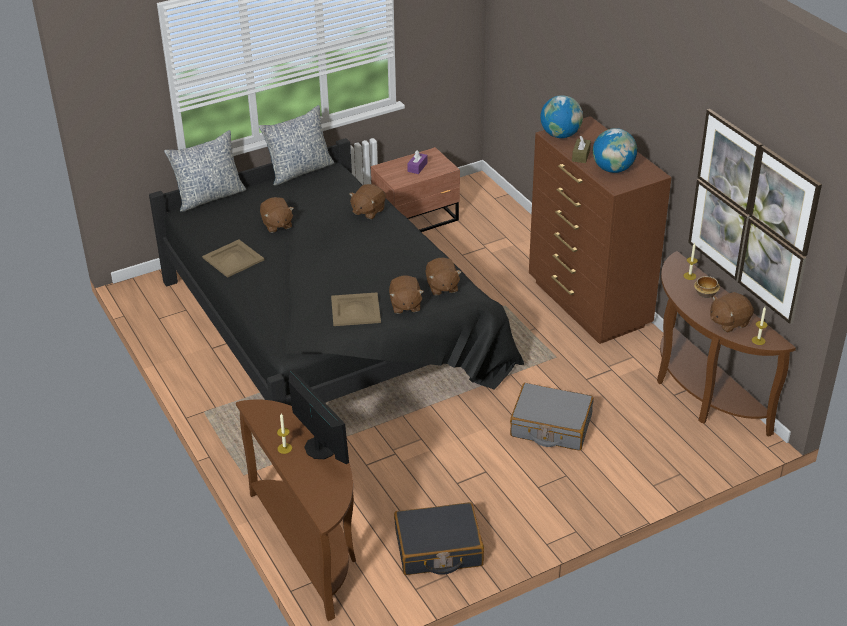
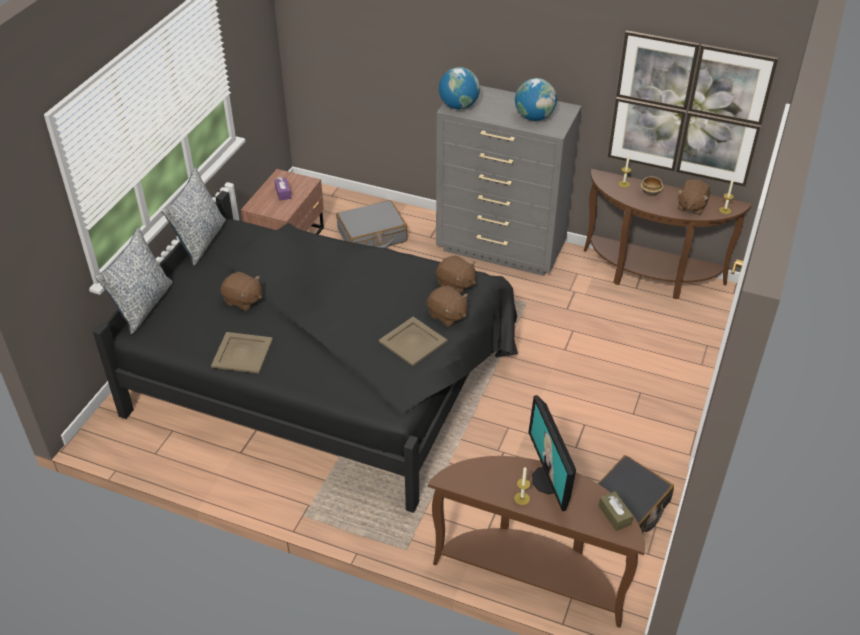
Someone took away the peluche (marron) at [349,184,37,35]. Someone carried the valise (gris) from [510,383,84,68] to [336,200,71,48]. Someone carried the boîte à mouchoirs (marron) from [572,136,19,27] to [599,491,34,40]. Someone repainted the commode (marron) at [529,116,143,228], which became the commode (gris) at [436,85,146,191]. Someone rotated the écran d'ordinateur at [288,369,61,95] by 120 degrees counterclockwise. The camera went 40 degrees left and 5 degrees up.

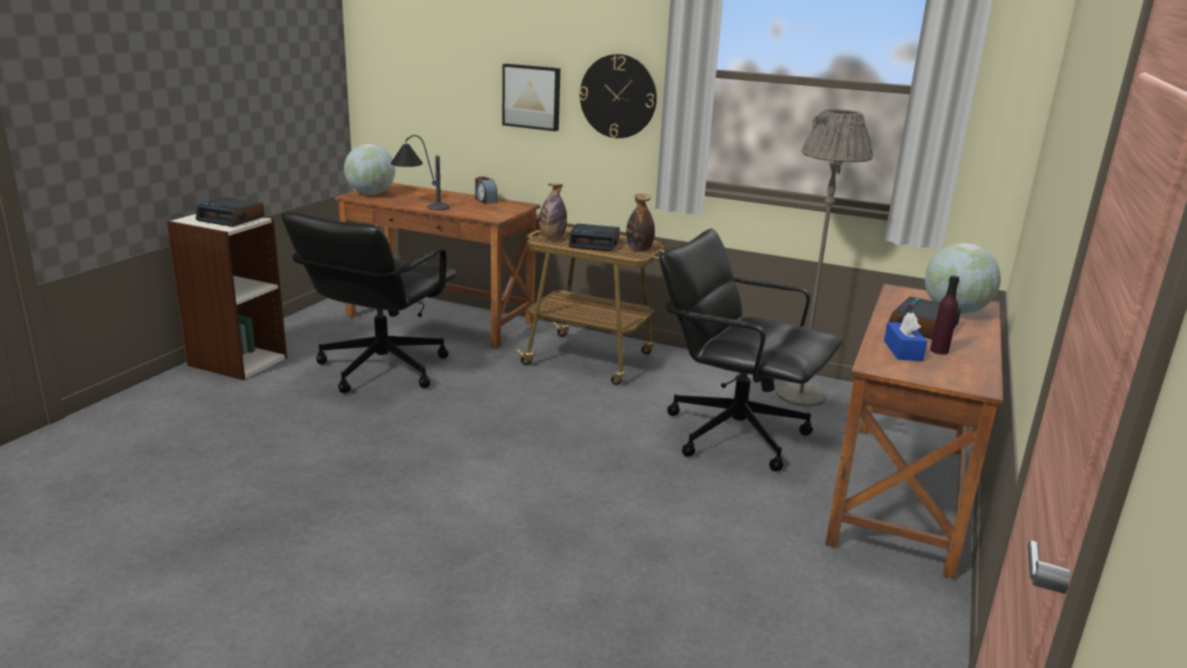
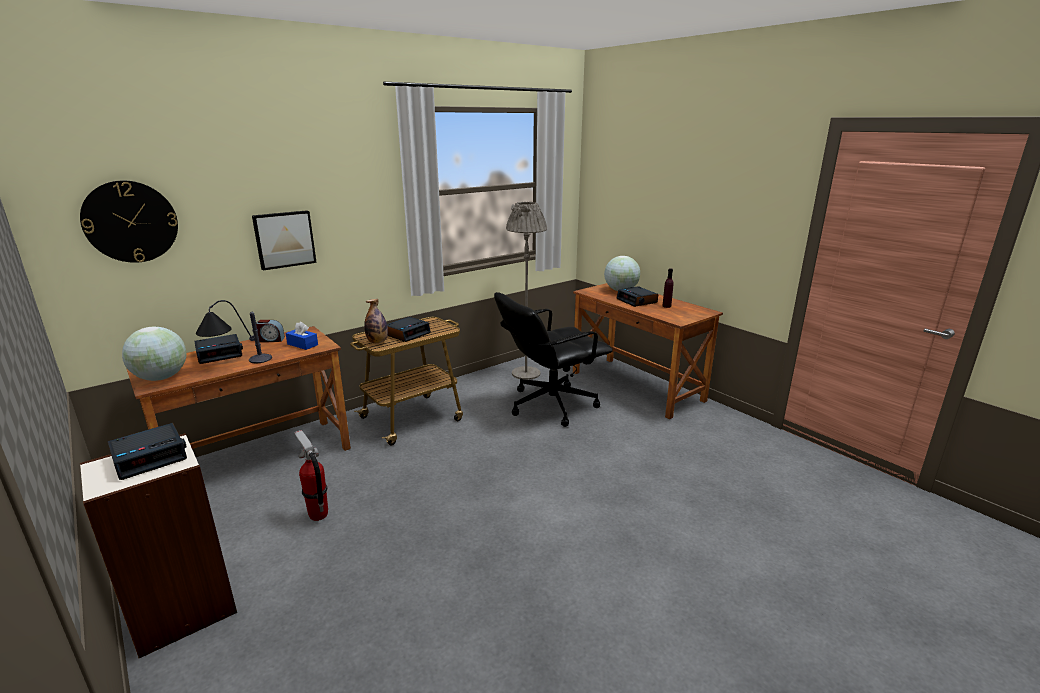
Someone took away the bouteille at [626,194,29,57]. Someone put down the réveil at [194,334,49,30]. Someone carried the horloge murale from [579,54,78,84] to [80,180,98,83]. Someone carried the boîte à mouchoirs (bleu) from [884,312,43,49] to [286,322,32,28]. Someone swapped the chaise de bureau (noir) at [281,212,176,182] for the extincteur at [294,430,34,91]. The camera went 60 degrees left and 0 degrees up.

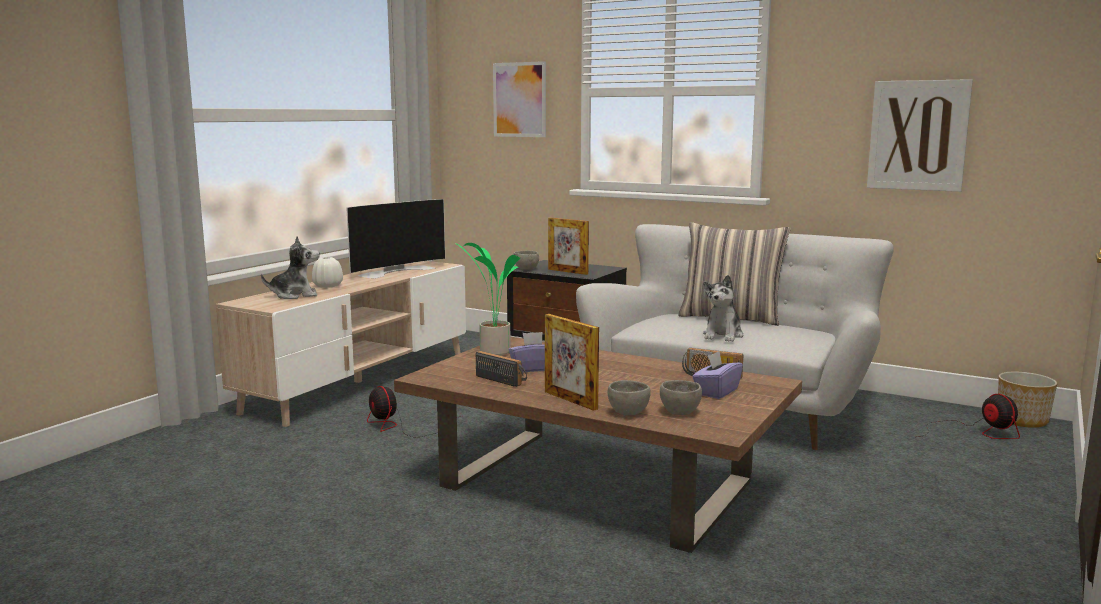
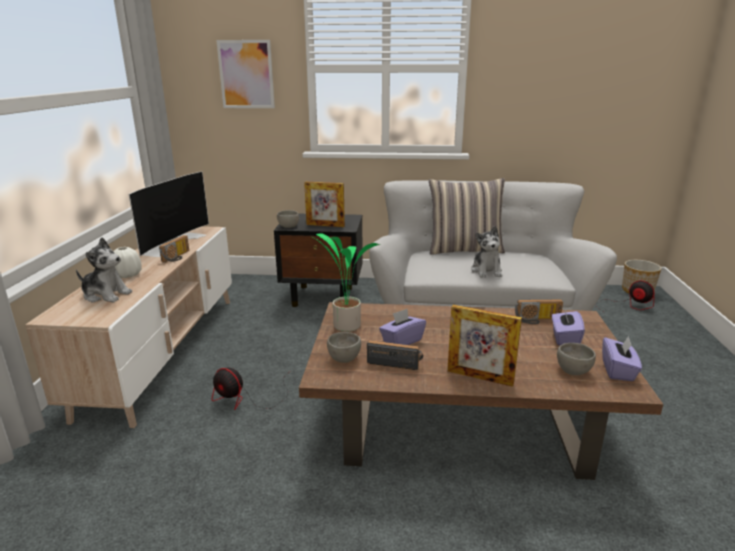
Someone took away the tableau at [867,79,106,113]. Someone put down the radio at [159,235,30,28]. Someone put down the boîte à mouchoirs (violet) at [602,336,40,45]. Someone carried the bol (gris) from [607,380,44,36] to [327,332,34,31]. Someone rotated the peluche at [261,236,59,63] by 60 degrees clockwise. The camera went 25 degrees left and 10 degrees up.

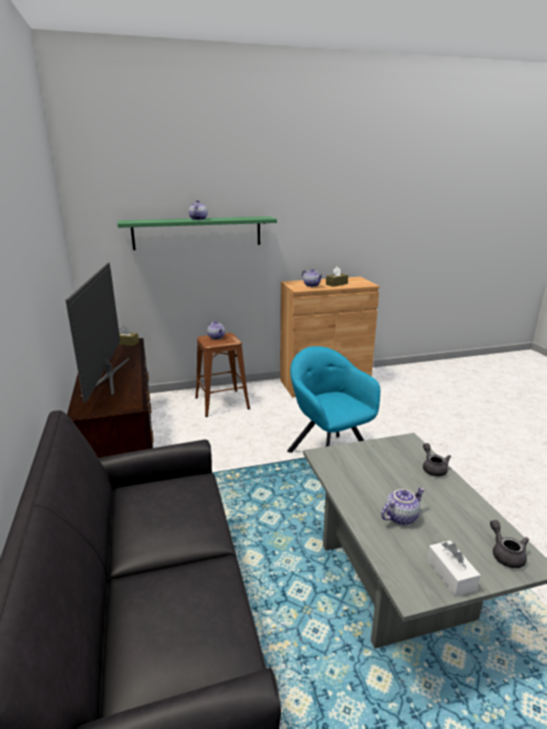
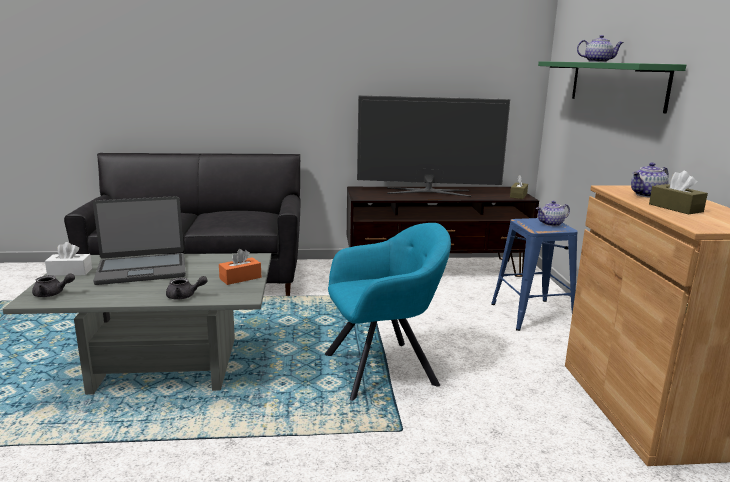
Someone put down the boîte à mouchoirs (orange) at [219,249,42,36]. Someone swapped the théière at [381,488,44,37] for the ordinateur portable at [93,196,93,89]. Someone repainted the tabouret (marron) at [195,333,55,84], which became the tabouret (bleu) at [491,218,87,113]. The camera went 100 degrees right and 5 degrees down.

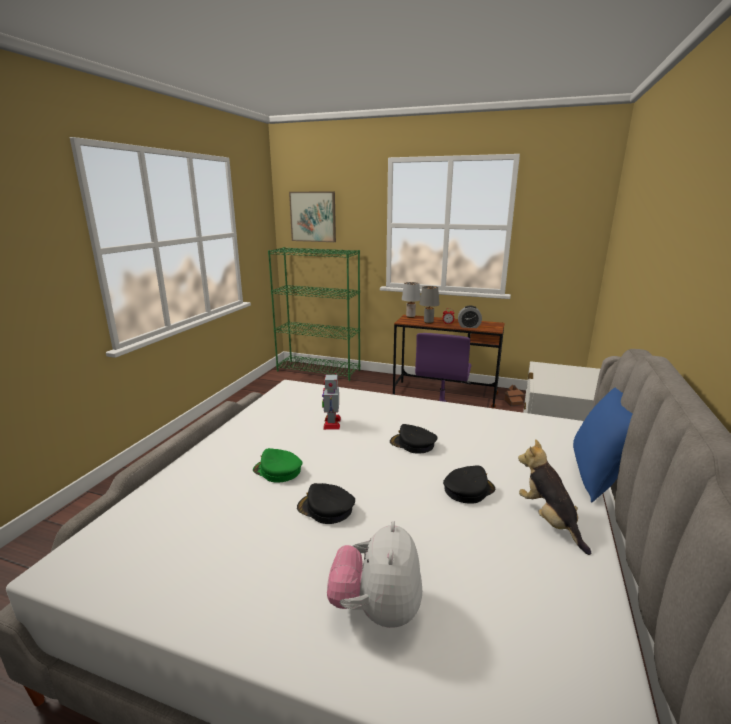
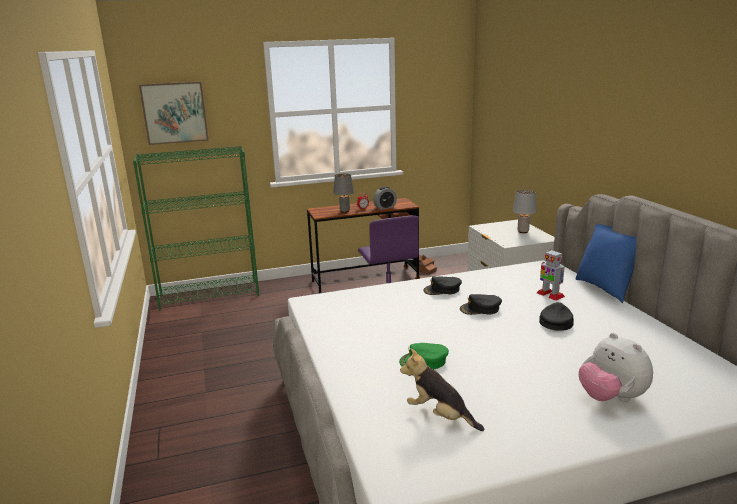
Someone carried the casquette (noir) from [297,483,58,41] to [423,276,39,19]. Someone carried the robot jouet from [322,373,19,57] to [537,249,28,52]. Someone carried the lampe de table (gris) from [402,282,19,36] to [513,190,24,43]. Someone carried the peluche from [518,439,73,116] to [400,349,84,82]. The camera went 35 degrees left and 0 degrees up.

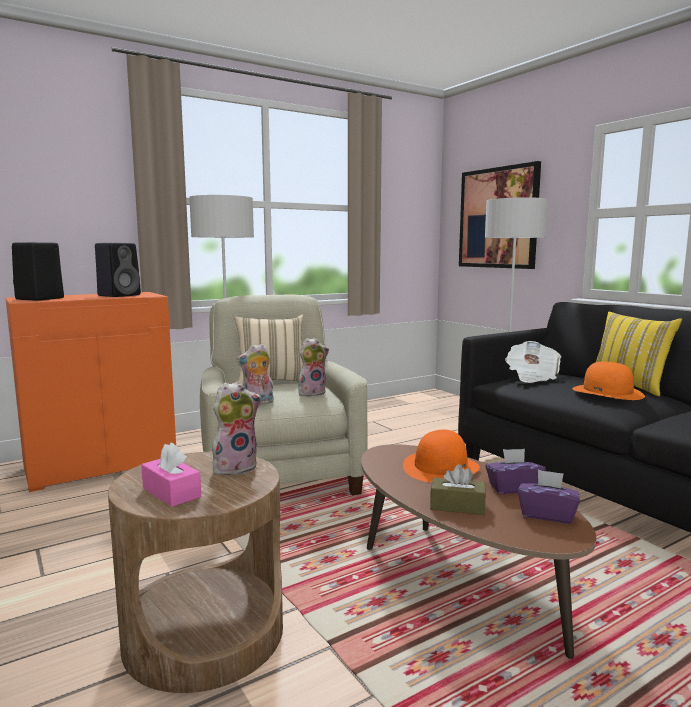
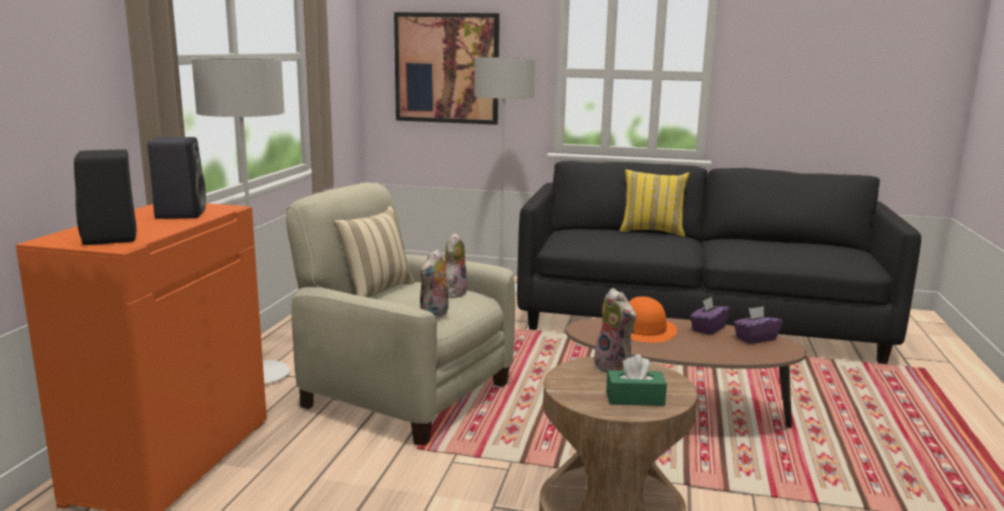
Someone took away the boîte à mouchoirs (marron) at [430,465,56,50]. Someone took away the journal at [505,341,56,42]. Someone took away the chapeau (orange) at [573,362,72,38]. Someone repainted the boîte à mouchoirs (rose) at [141,442,60,65], which became the boîte à mouchoirs (vert) at [606,354,61,52]. Someone rotated the peluche at [212,381,50,94] by 135 degrees clockwise. The camera went 45 degrees left and 5 degrees up.

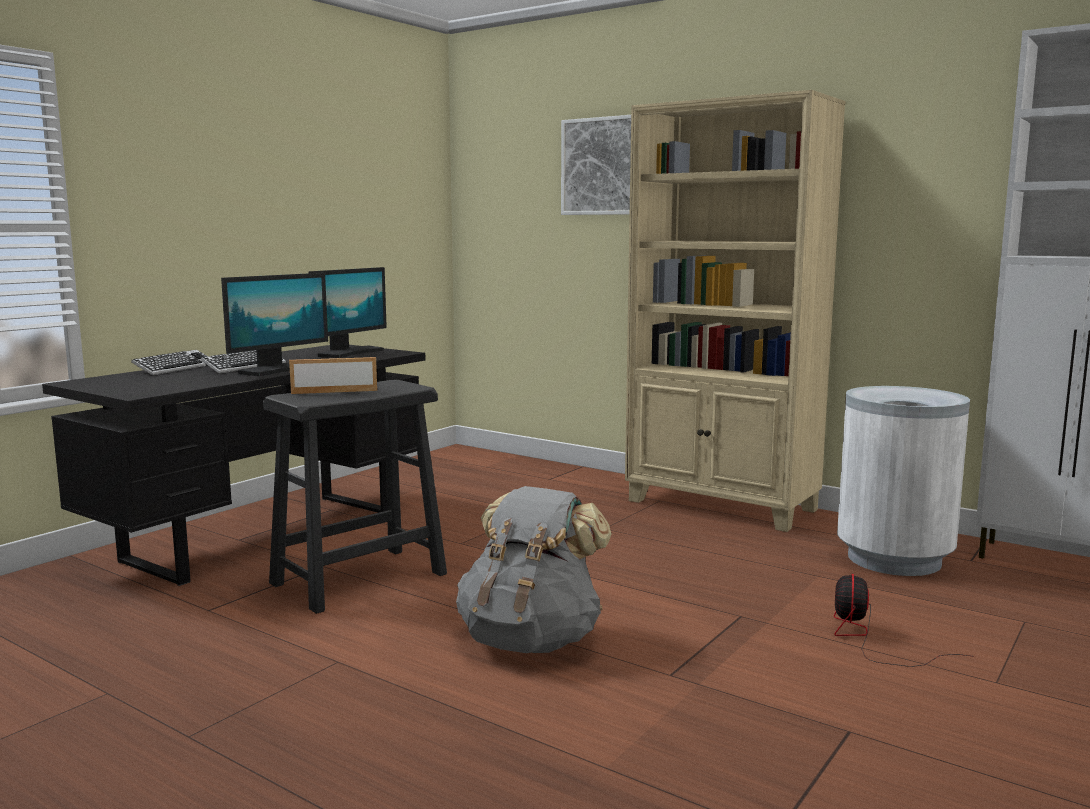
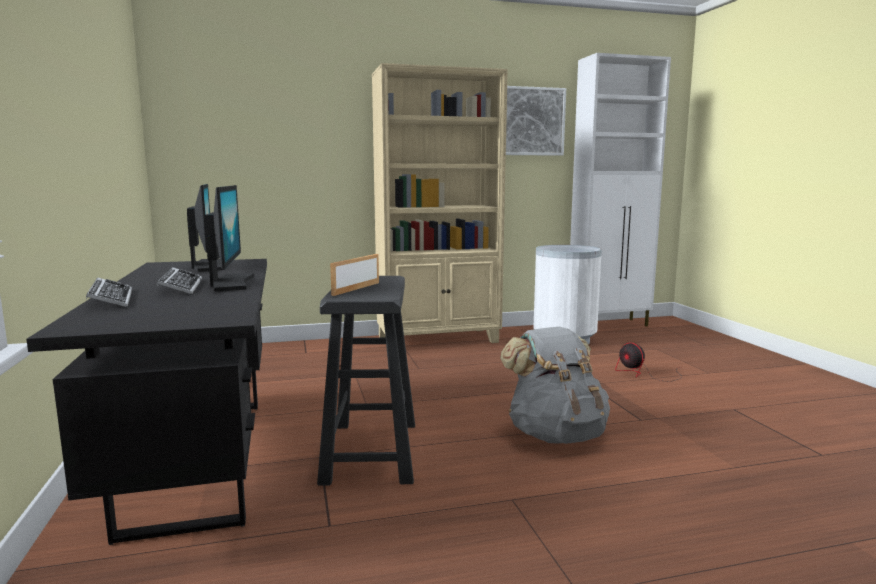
Someone carried the tableau from [561,115,70,100] to [506,86,60,70]. The camera went 50 degrees left and 0 degrees up.

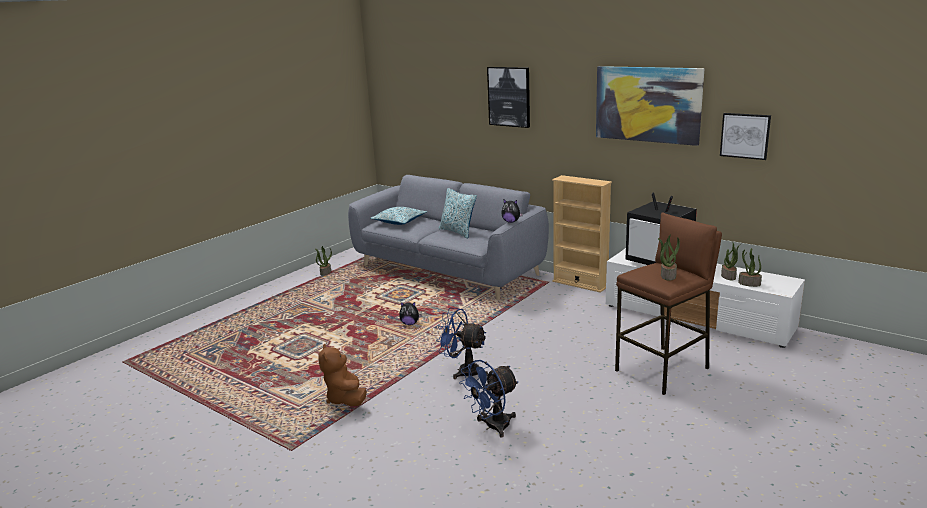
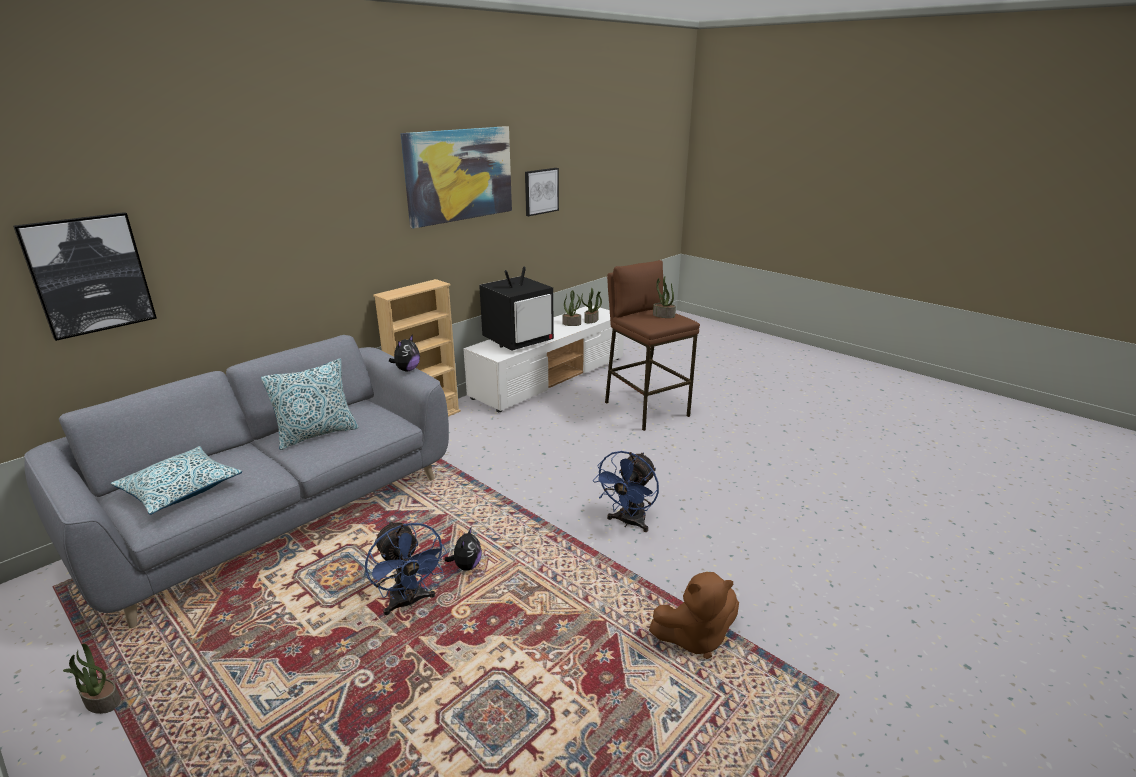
Someone carried the ventilateur (bleu) from [459,360,60,77] to [365,521,82,94]. Someone carried the tableau from [487,67,43,61] to [13,212,144,129]. The camera went 85 degrees left and 5 degrees up.

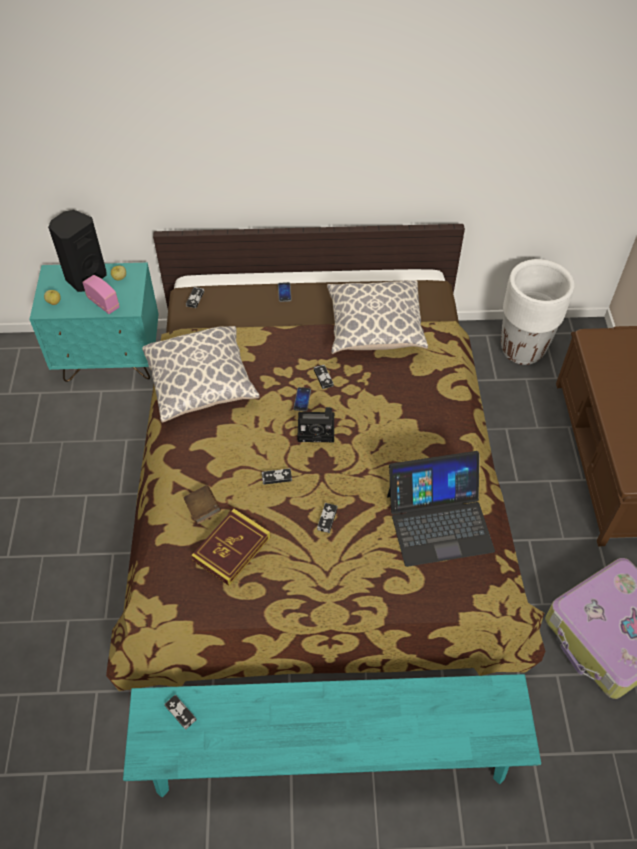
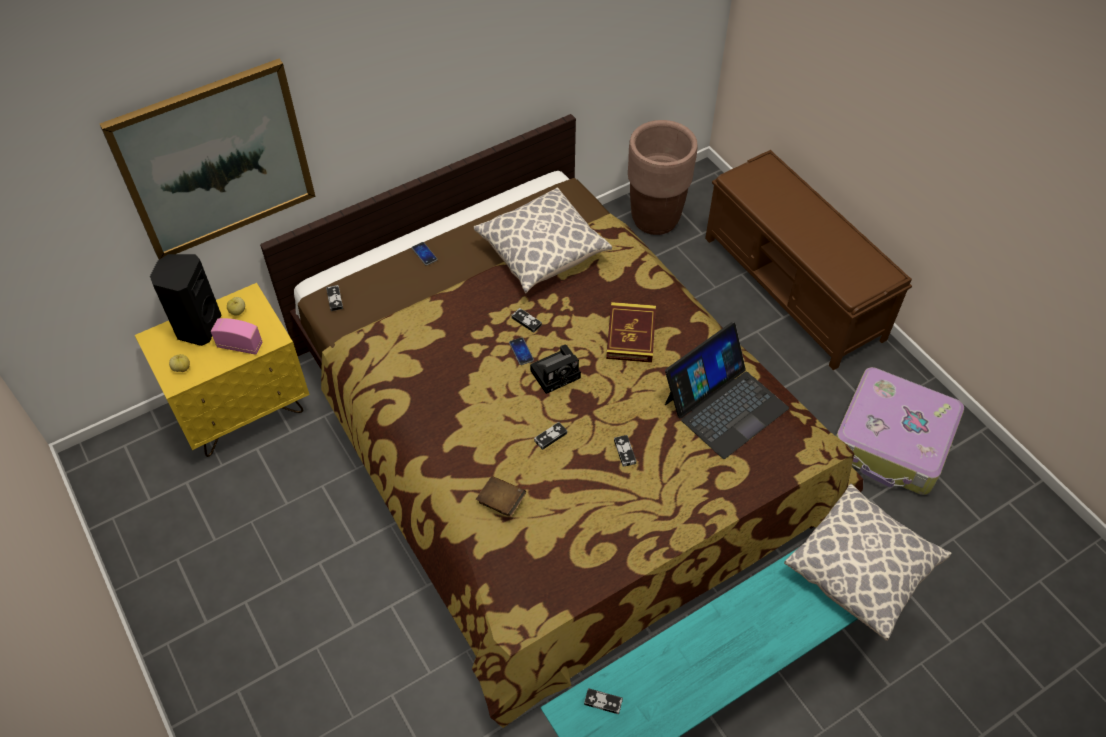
Someone put up the tableau at [100,59,216,201]. Someone carried the coussin from [142,326,118,97] to [784,484,167,157]. Someone carried the livre from [191,509,80,77] to [606,302,50,61]. Someone repainted the table de chevet (turquoise) at [29,263,129,119], which became the table de chevet (jaune) at [135,283,175,174]. Someone repainted the cache-pot (blanc) at [501,259,73,106], which became the cache-pot (marron) at [628,120,70,115]. The camera went 30 degrees left and 0 degrees up.

